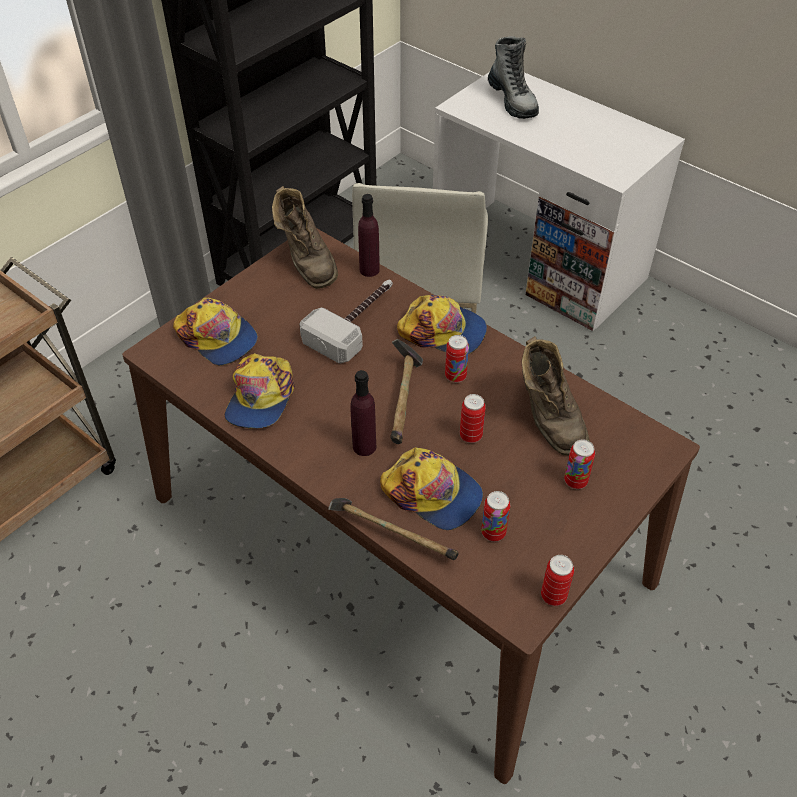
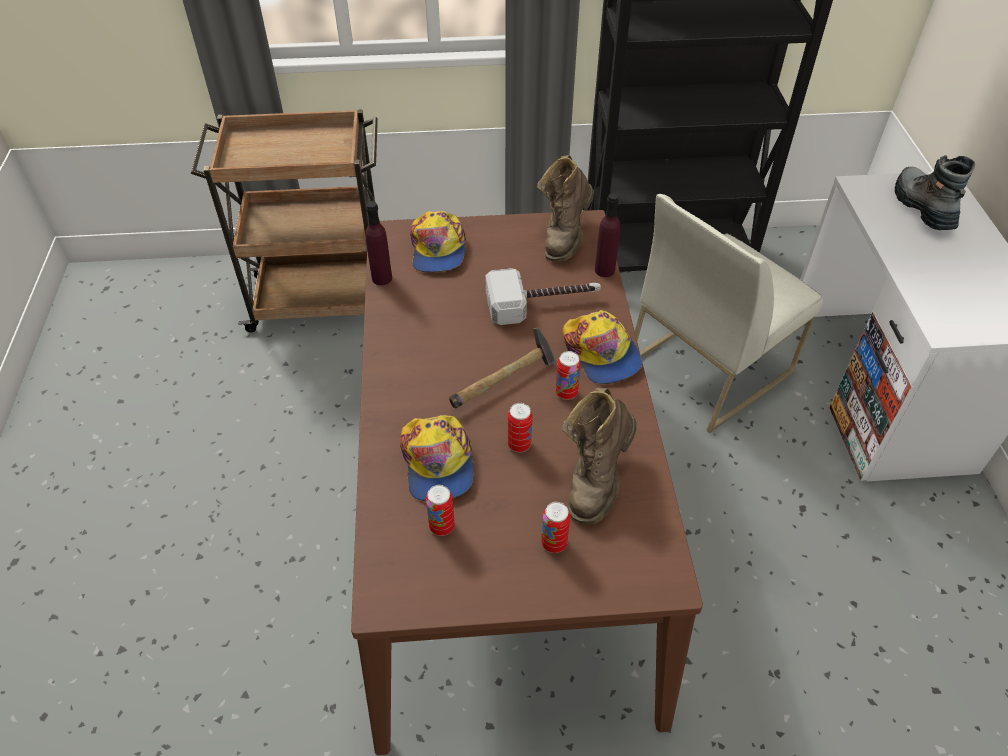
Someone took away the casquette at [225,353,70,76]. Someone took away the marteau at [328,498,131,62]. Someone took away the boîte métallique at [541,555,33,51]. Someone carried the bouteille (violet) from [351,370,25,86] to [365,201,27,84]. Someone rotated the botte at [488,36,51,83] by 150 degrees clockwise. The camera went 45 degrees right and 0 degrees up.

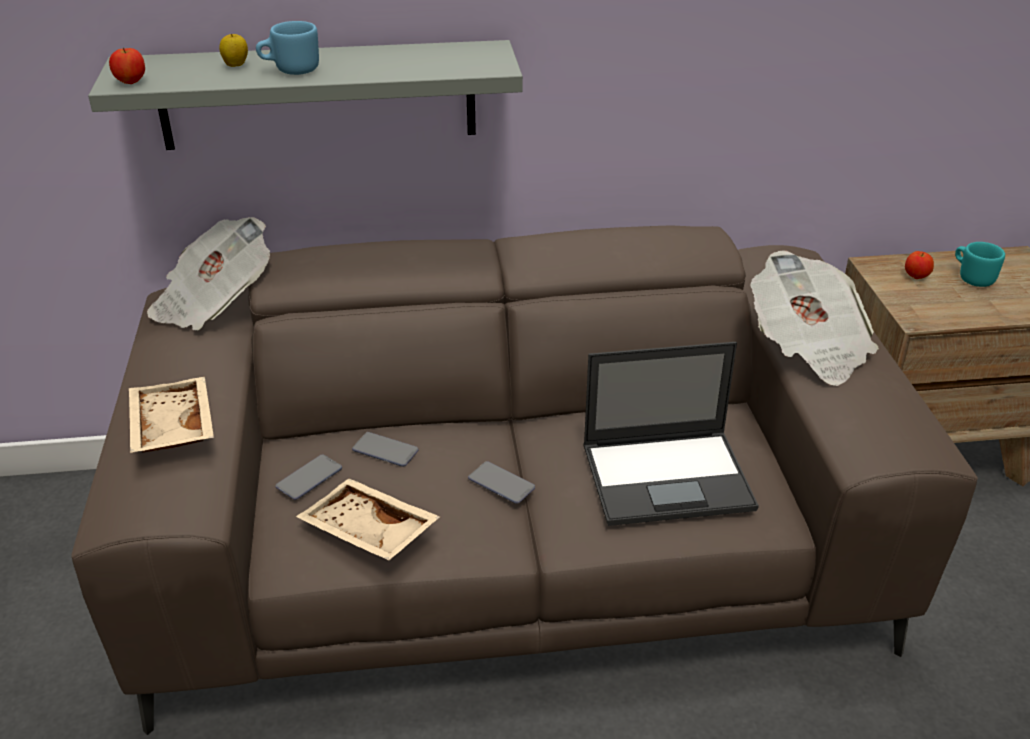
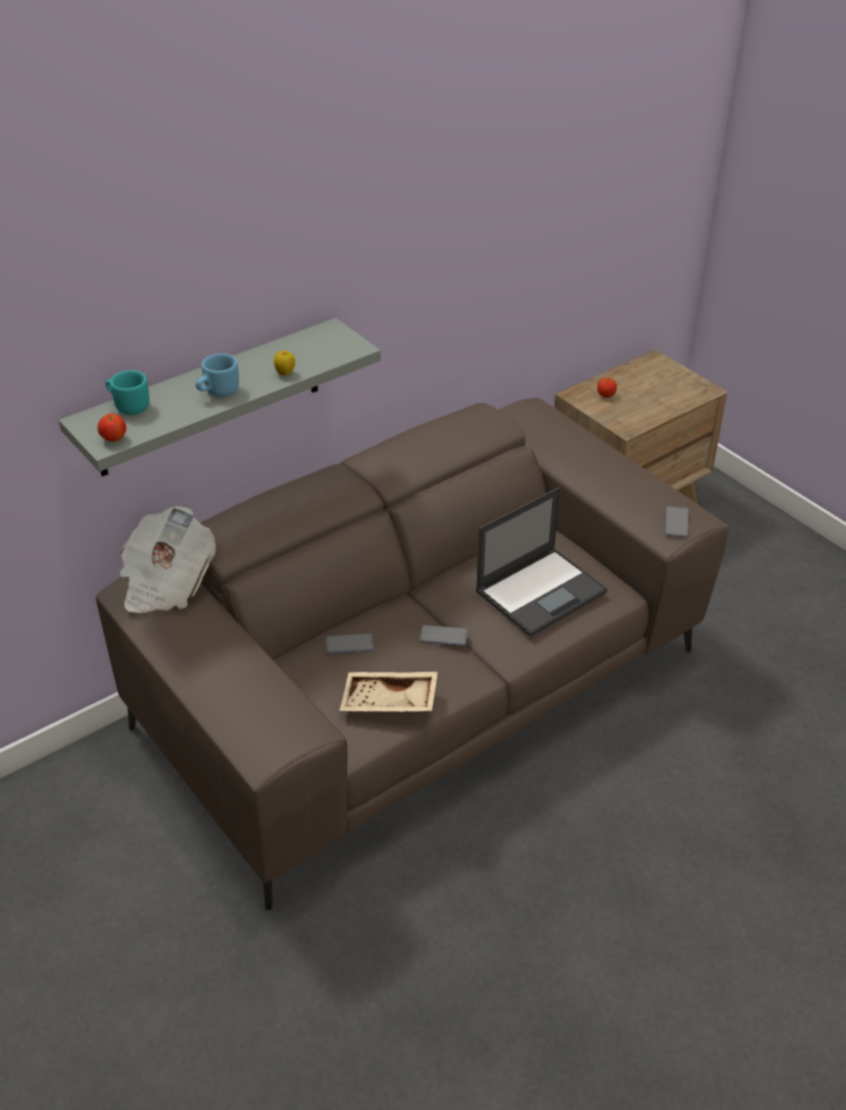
Someone took away the plateau (beige) at [129,377,85,76]. Someone took away the journal at [750,250,129,136]. Someone carried the pomme from [219,34,29,33] to [274,350,21,26]. Someone carried the téléphone from [275,454,67,46] to [665,506,24,31]. Someone carried the mug (turquoise) from [955,242,50,45] to [106,370,43,45]. The camera went 30 degrees left and 5 degrees up.

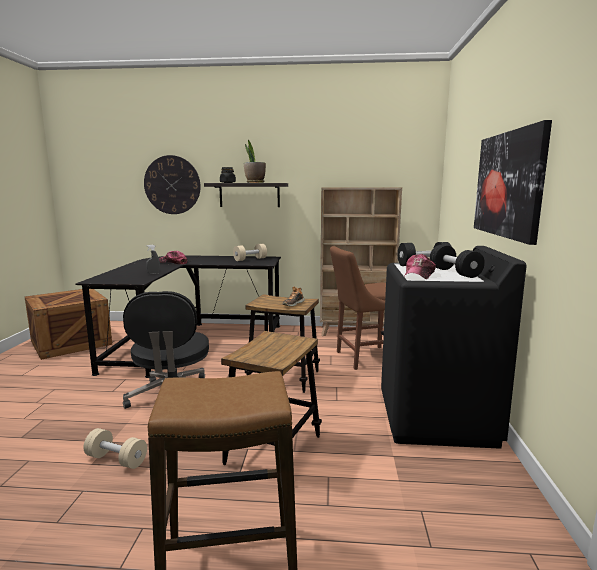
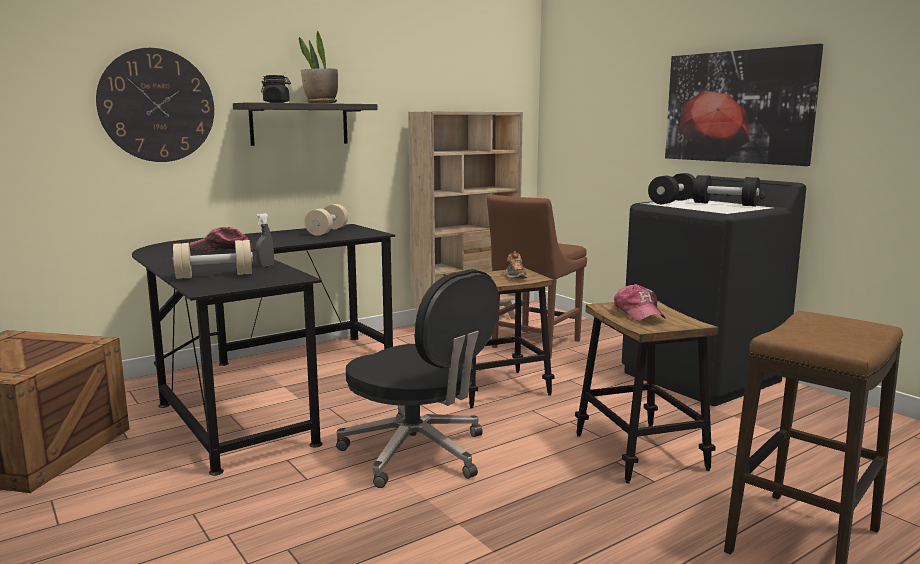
Someone carried the haltère (beige) from [83,428,64,41] to [173,240,80,39]. Someone carried the casquette from [405,254,31,25] to [614,284,52,37]. The camera went 40 degrees left and 0 degrees up.

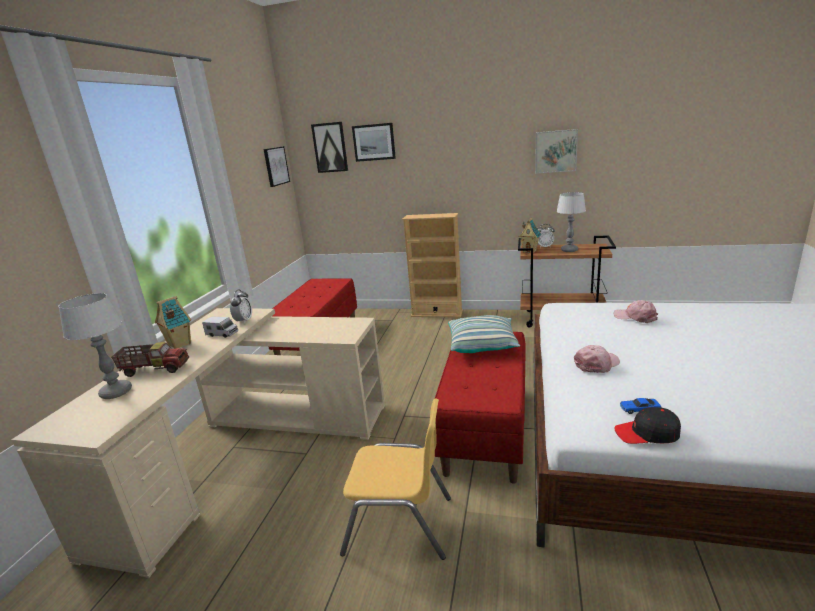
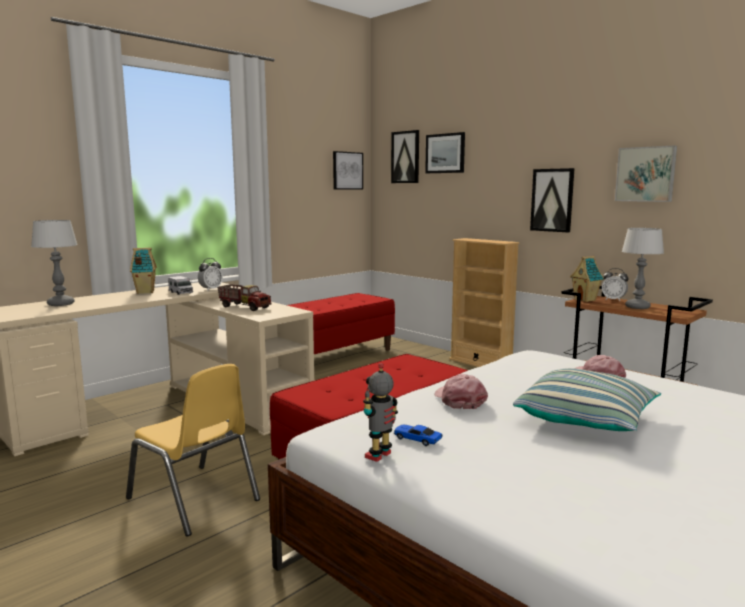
Someone put up the tableau at [530,168,44,65]. Someone carried the camion jouet from [111,342,78,35] to [217,284,54,27]. Someone carried the coussin from [448,315,73,38] to [513,368,148,63]. Someone swapped the casquette (noir) at [614,407,67,37] for the robot jouet at [363,363,35,99]. Someone rotated the casquette (rose) at [574,345,46,28] by 105 degrees counterclockwise. The camera went 30 degrees right and 10 degrees down.

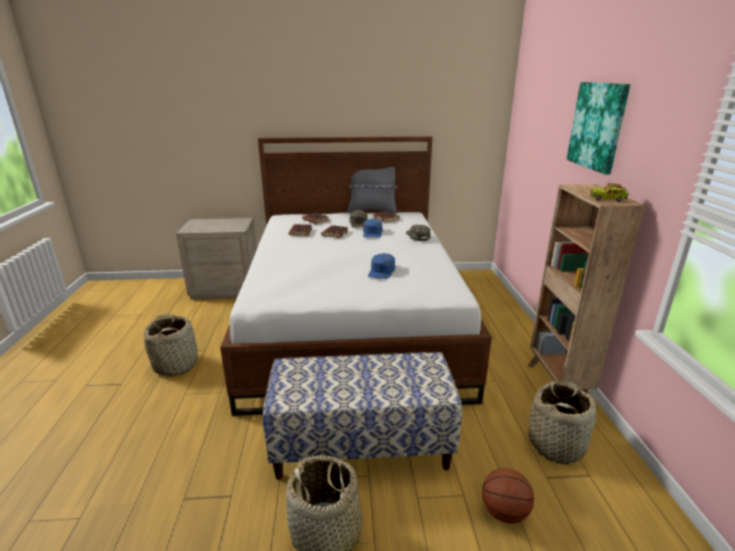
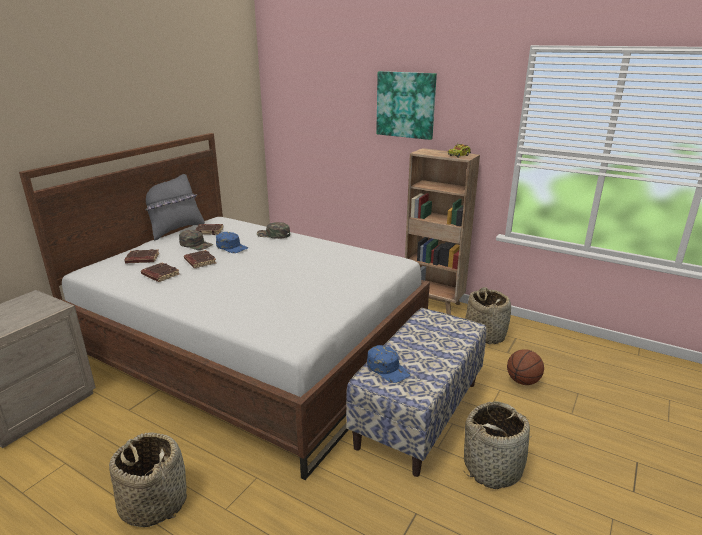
Someone carried the casquette (bleu) from [368,253,27,26] to [367,345,44,38]. The camera went 55 degrees left and 0 degrees up.

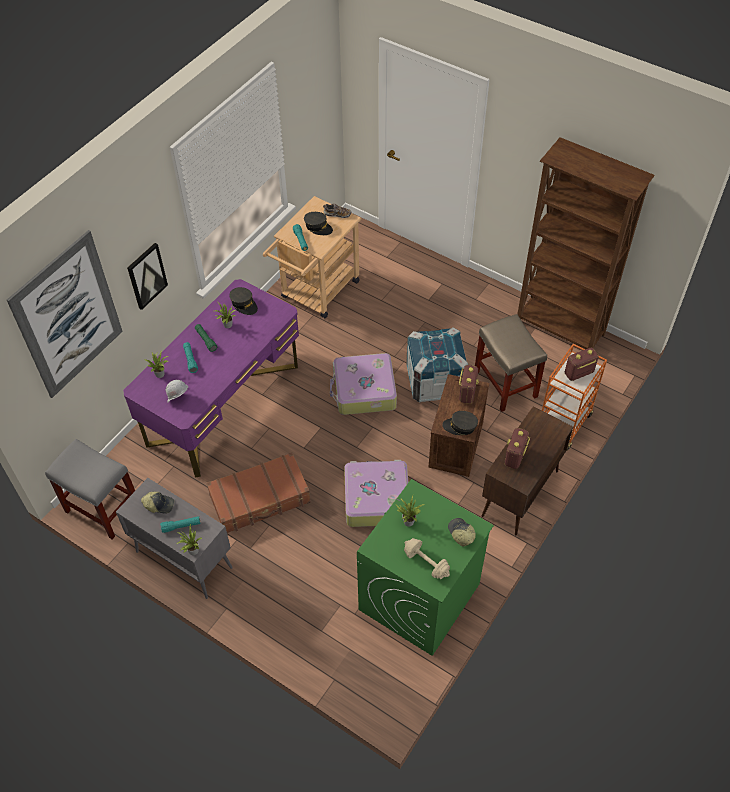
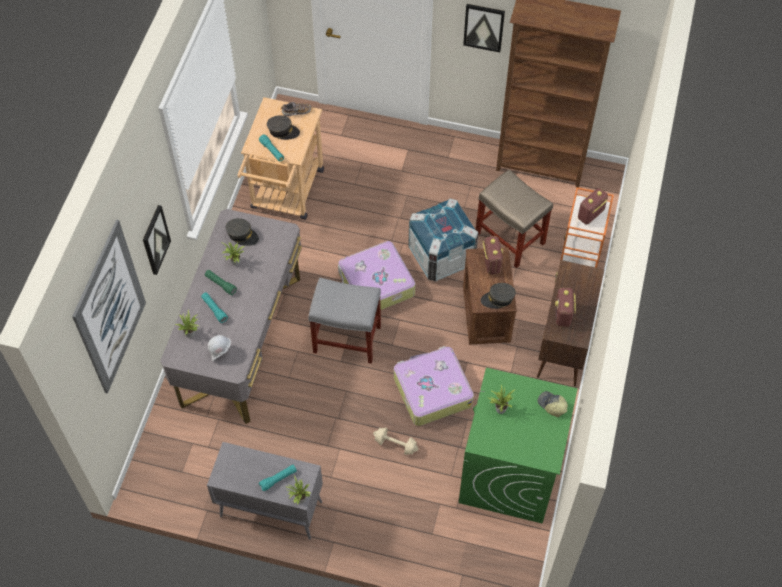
Someone took away the casquette at [141,492,33,22]. Someone took away the valise (marron) at [207,452,104,81]. Someone put up the tableau at [463,4,42,48]. Someone carried the tabouret (gris) from [45,439,90,100] to [308,277,73,87]. Someone carried the haltère (beige) from [404,538,46,41] to [373,428,45,27]. Someone repainted the bureau (violet) at [123,279,176,199], which became the bureau (gris) at [160,209,142,215]. The camera went 20 degrees left and 5 degrees up.

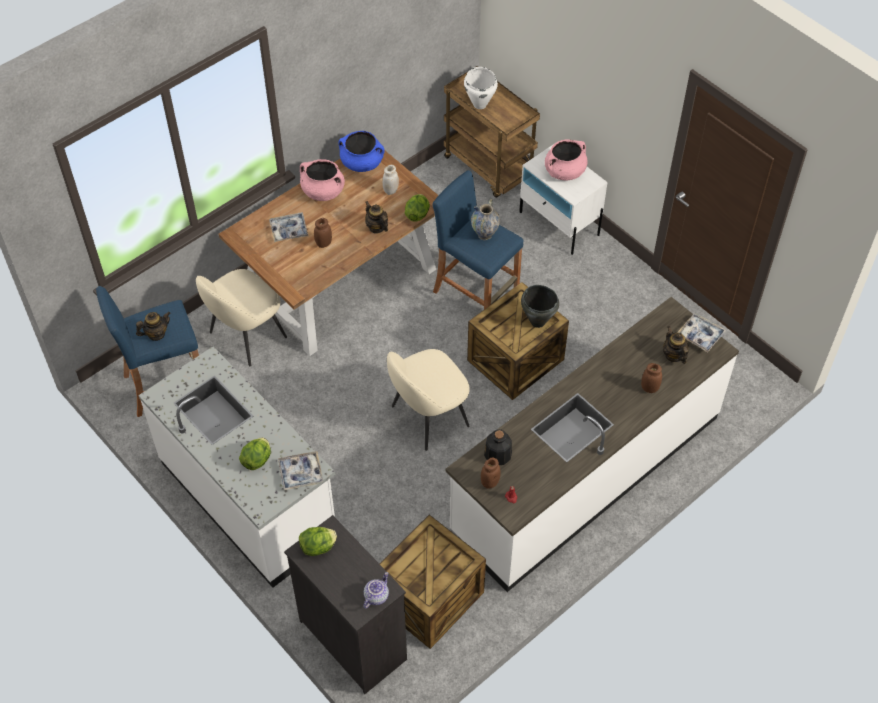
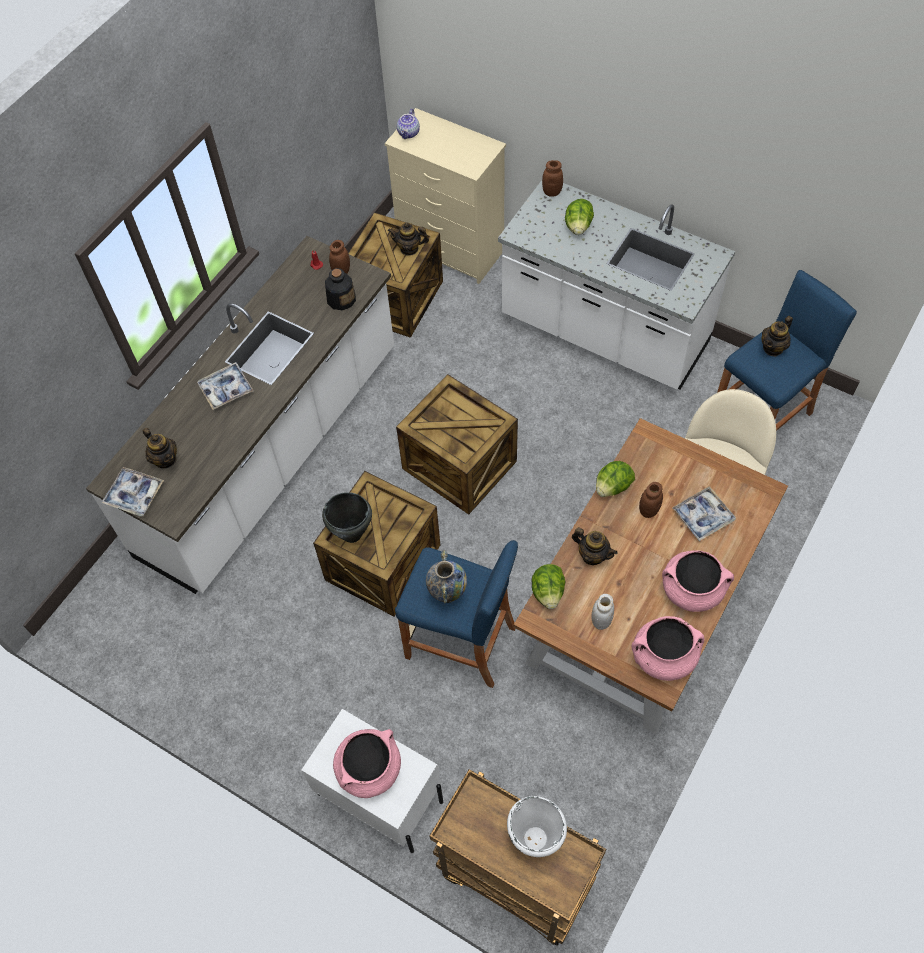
Someone put down the théière at [388,222,41,34]. Someone carried the plateau from [278,451,45,39] to [197,362,56,48]. Someone carried the laitue from [299,527,38,29] to [596,461,39,36]. Someone carried the bocal (marron) from [641,363,21,30] to [542,160,21,37]. Someone swapped the chaise (beige) at [387,349,83,102] for the caisse at [396,374,122,141]. Someone repainted the commode (noir) at [284,515,123,179], which became the commode (beige) at [385,108,121,176]. Someone repainted the marmite (bleu) at [338,131,47,41], which became the marmite (rose) at [632,616,72,65]. The camera went 165 degrees right and 5 degrees up.

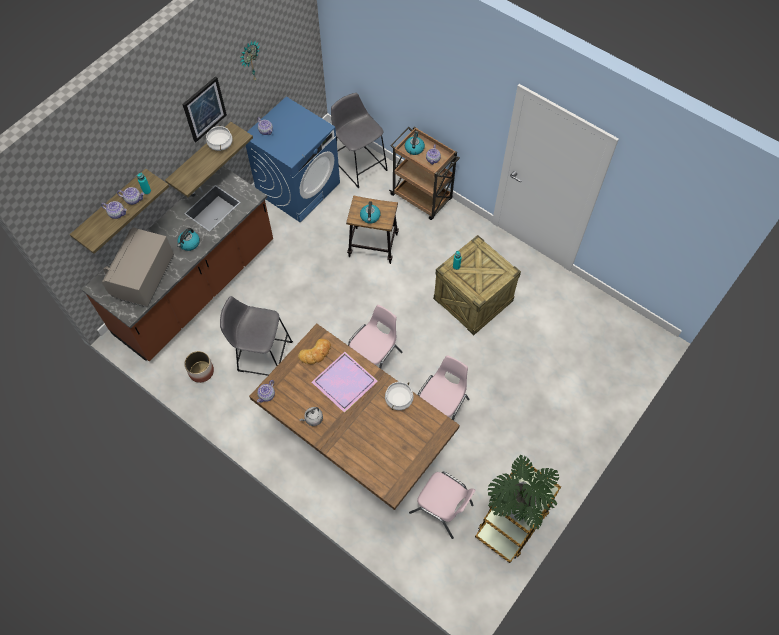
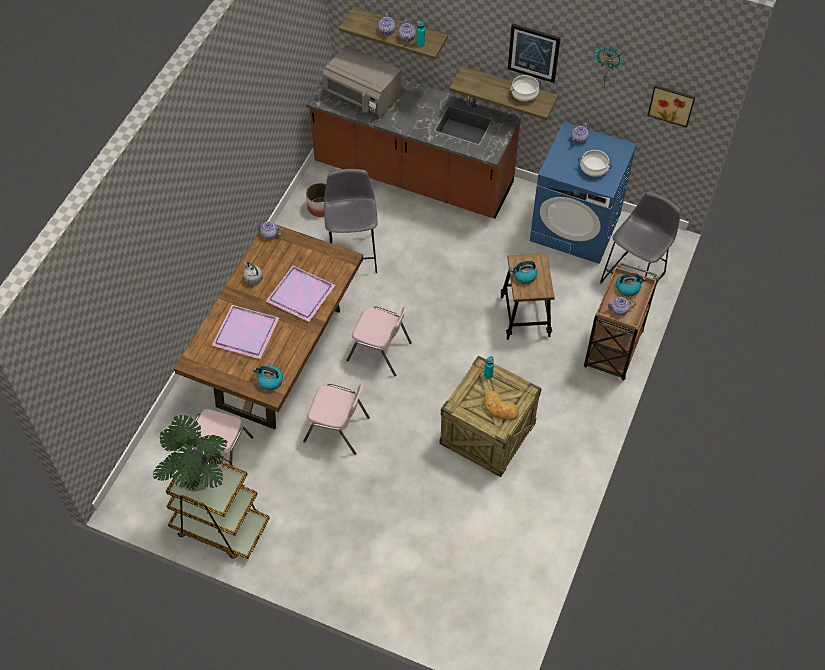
Someone put down the plateau (violet) at [212,305,67,54]. Someone put up the tableau at [648,85,47,43]. Someone carried the bouilloire from [177,228,23,23] to [253,366,30,24]. Someone carried the pain from [298,339,33,25] to [484,391,35,29]. Someone carried the marmite (blanc) from [385,382,28,28] to [578,150,34,27]. Someone rotated the micro-ondes (gris) at [102,227,72,81] by 150 degrees counterclockwise. The camera went 75 degrees right and 5 degrees down.

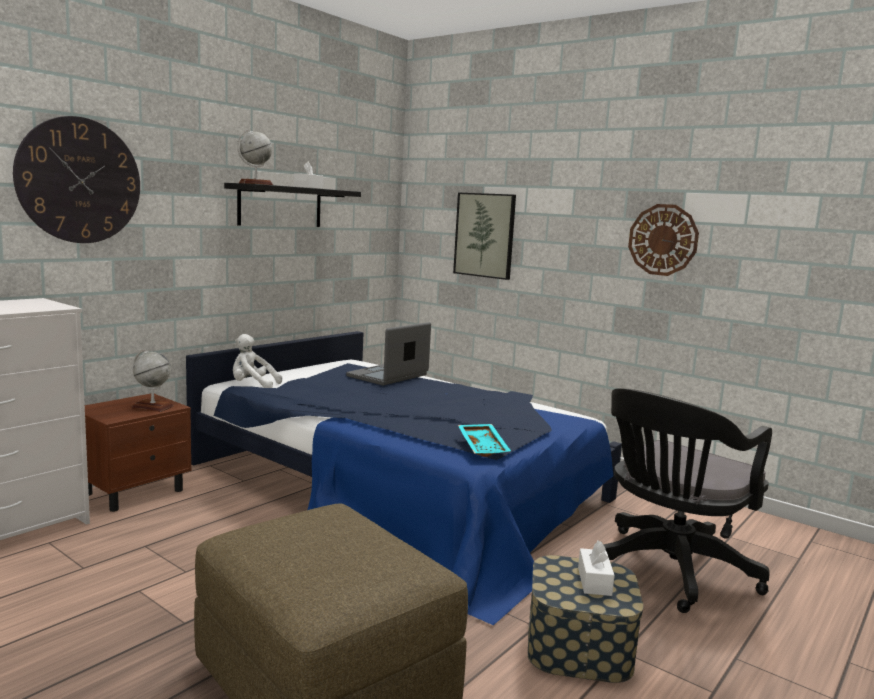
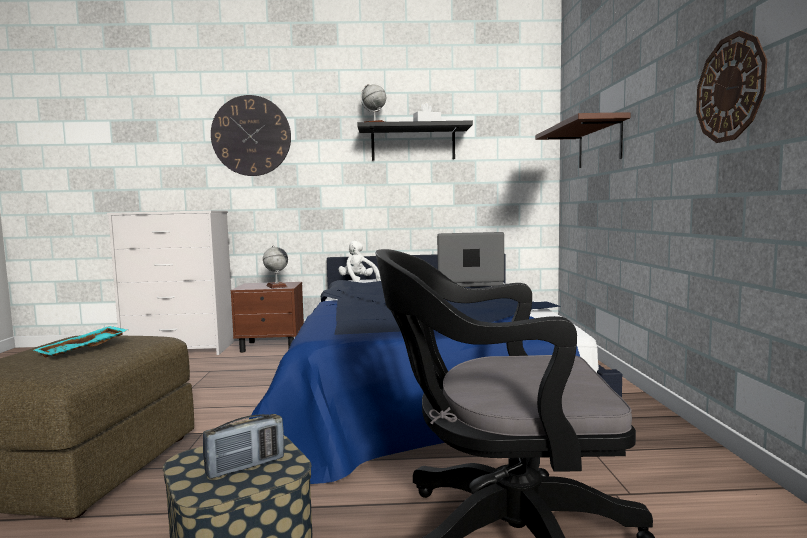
Someone carried the plateau (turquoise) from [458,424,53,33] to [34,326,93,31]. Someone swapped the tableau at [453,193,63,87] for the étagère (marron) at [535,112,96,56]. Someone swapped the boîte à mouchoirs (blanc) at [578,541,37,55] for the radio at [203,414,81,65]. The camera went 50 degrees right and 5 degrees down.

